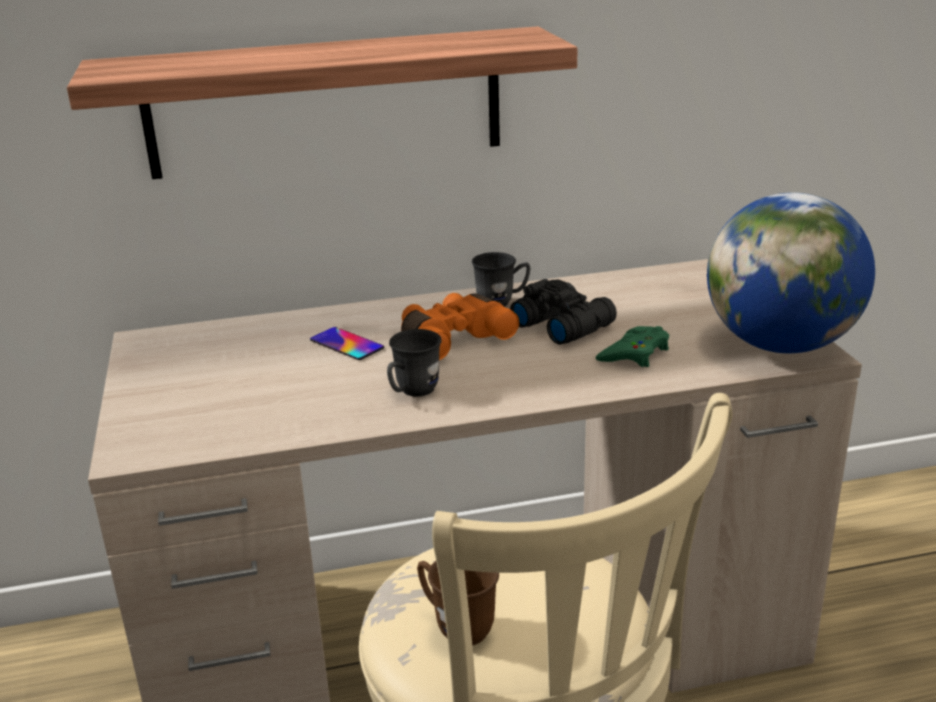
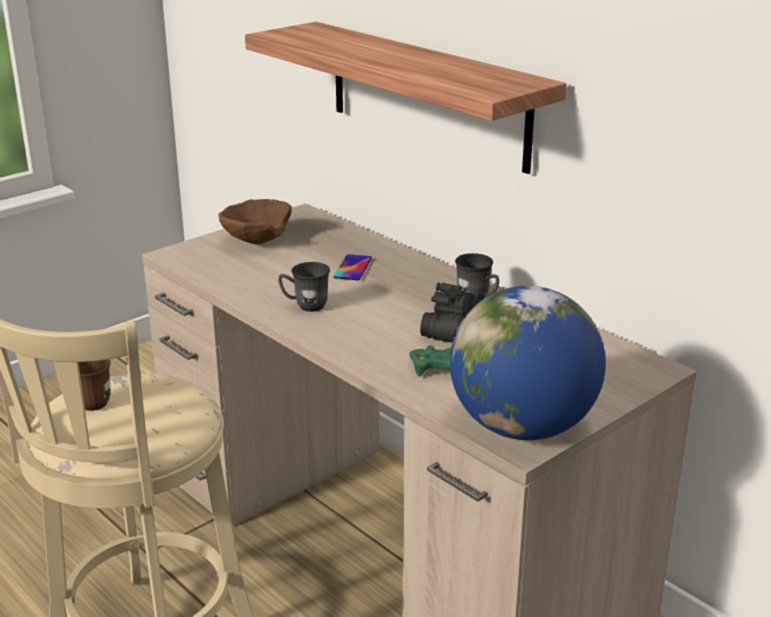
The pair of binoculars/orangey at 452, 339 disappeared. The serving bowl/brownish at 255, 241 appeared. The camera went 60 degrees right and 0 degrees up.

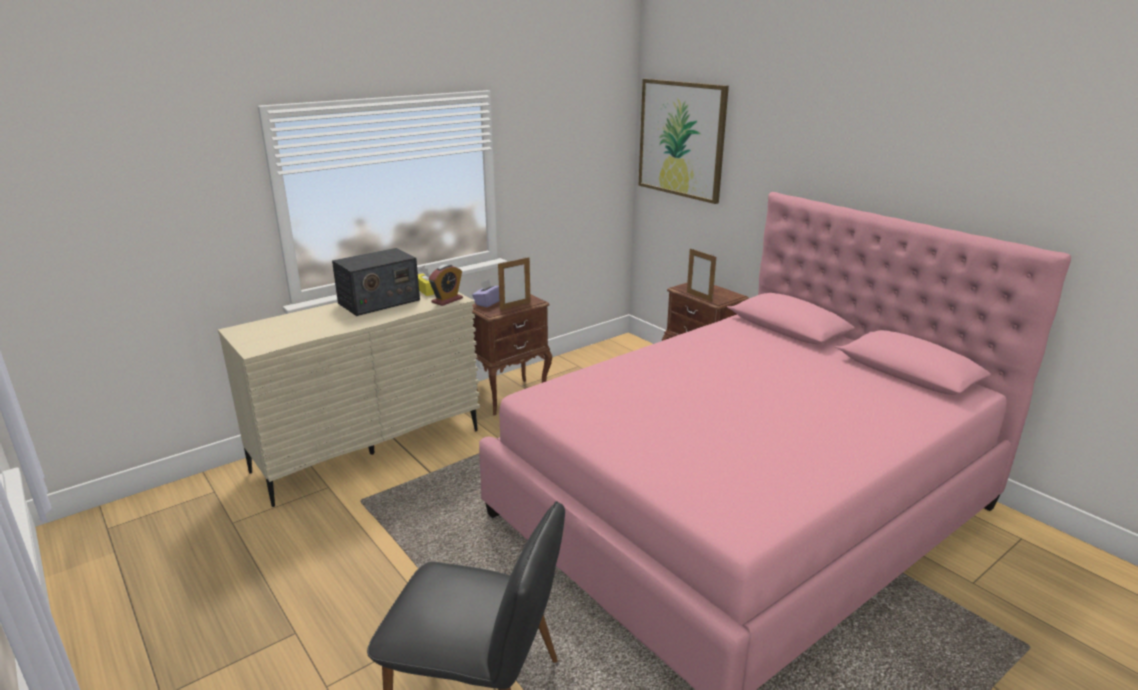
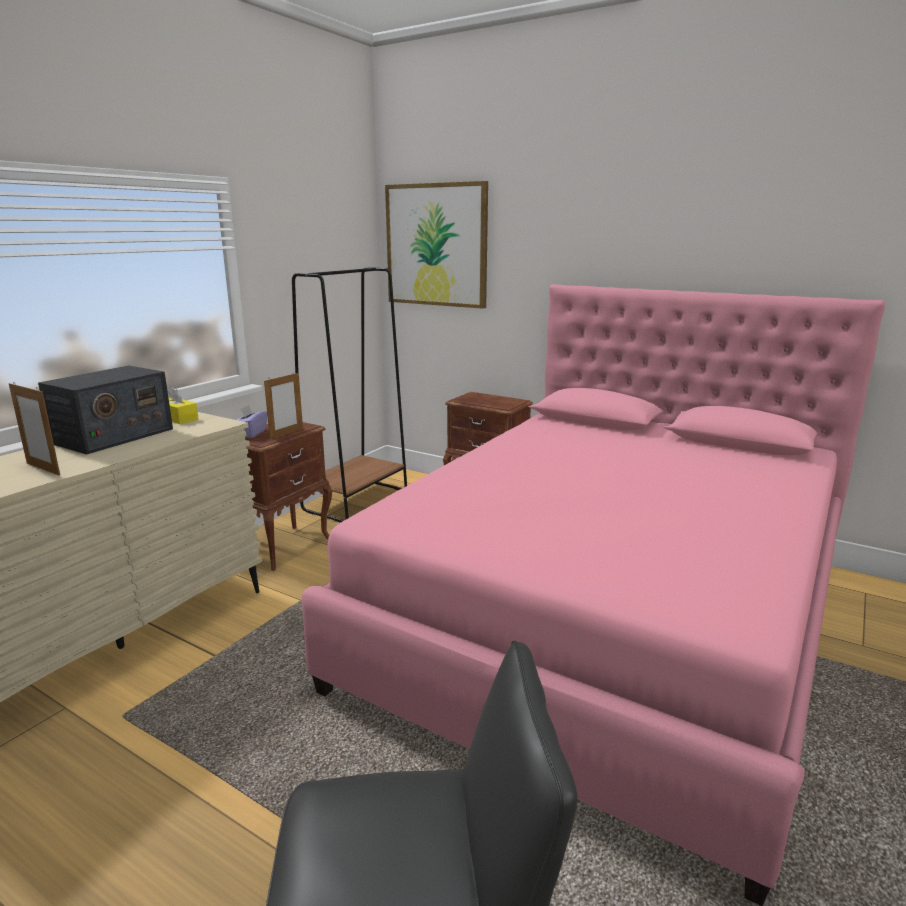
The bedside clock at 447, 300 disappeared. The garment rack at 356, 500 appeared. The picture frame moved from 699, 297 to 43, 469. The camera went 20 degrees left and 5 degrees down.

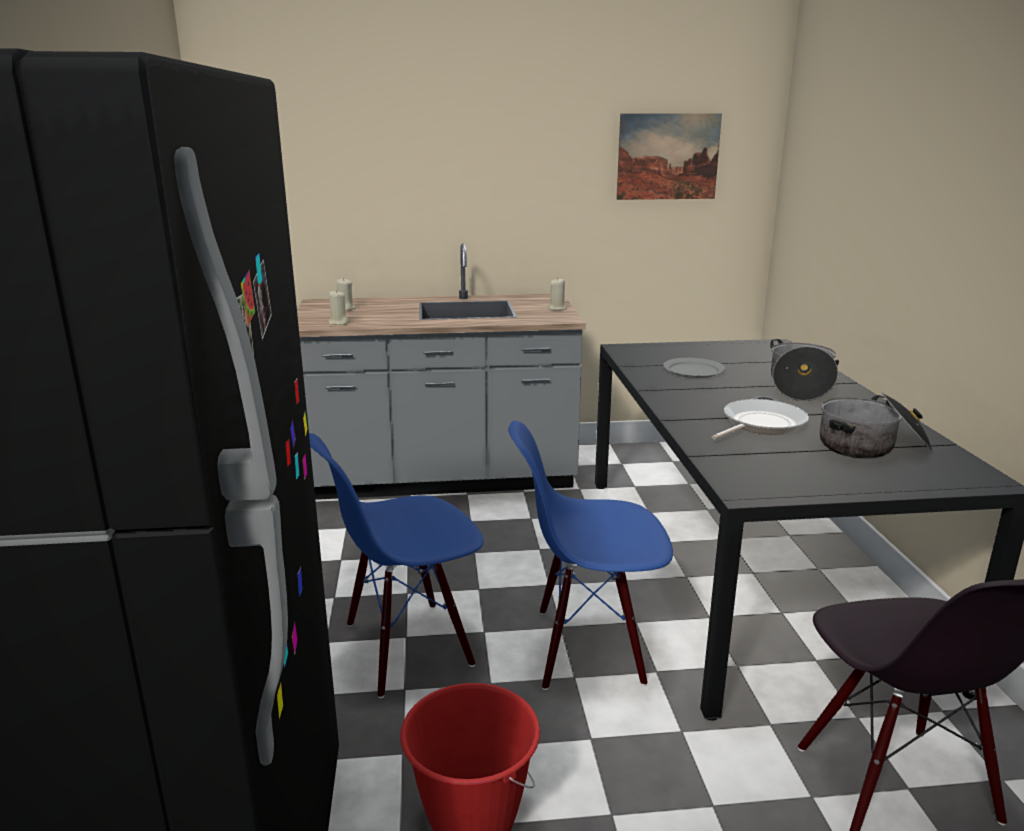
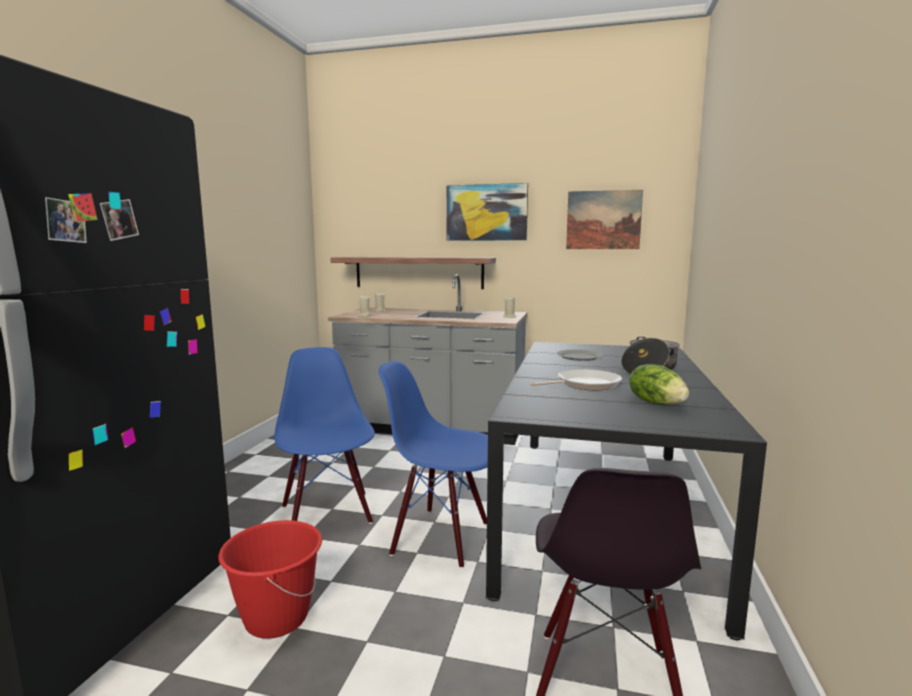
The bracket shelf at 418, 272 appeared. The wall picture at 486, 212 appeared. The saucepot at 872, 446 was replaced by the lettuce head at 657, 403. The plain chair/blue-coloured at 407, 646 turned 75 degrees clockwise. The camera went 20 degrees right and 10 degrees down.

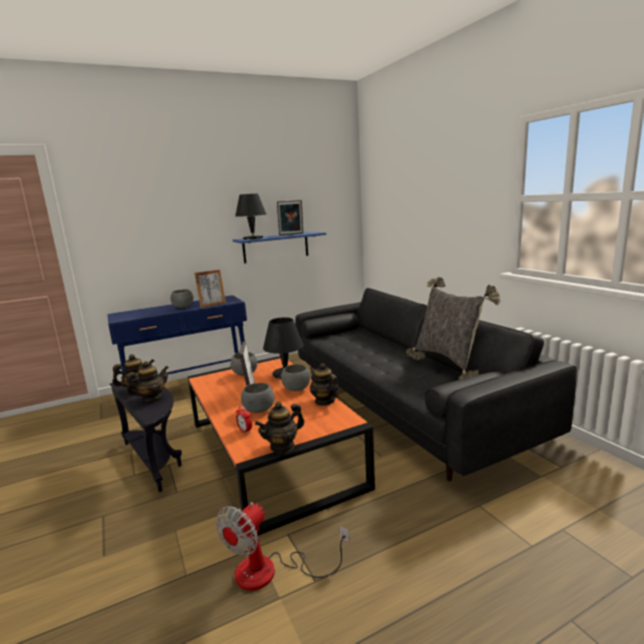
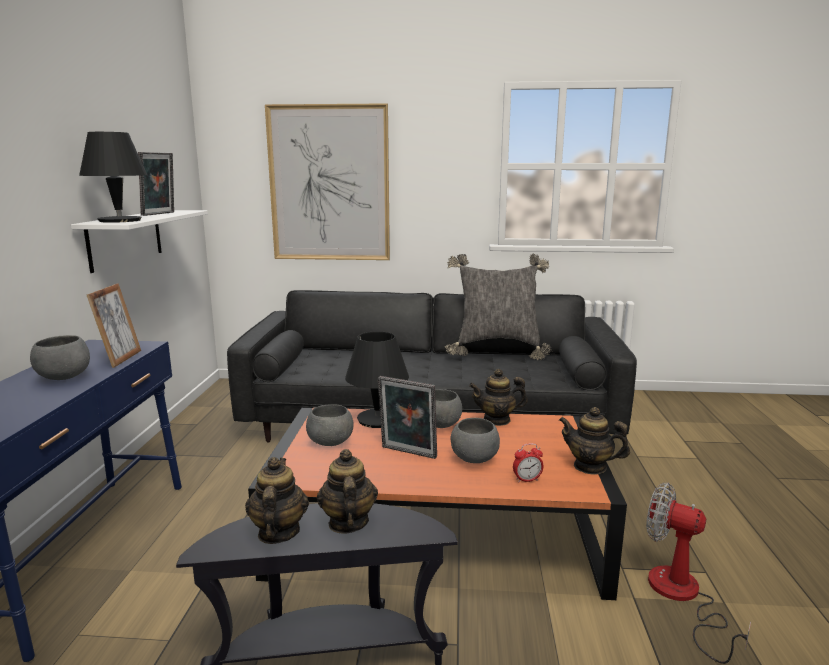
The wall picture at 329, 184 appeared. The bracket shelf/blue-coloured at 276, 247 became the bracket shelf/whitish at 125, 239. The cooling fan at 270, 572 turned 150 degrees clockwise. The tea pot at 282, 446 turned 120 degrees clockwise. The camera went 60 degrees left and 0 degrees up.

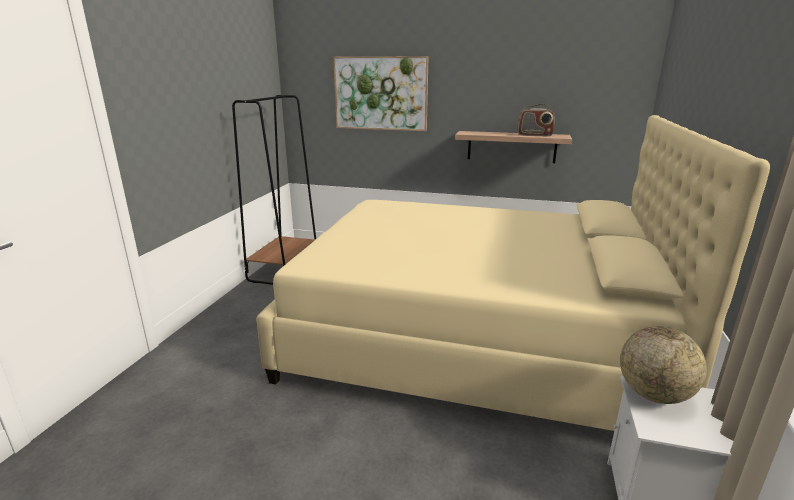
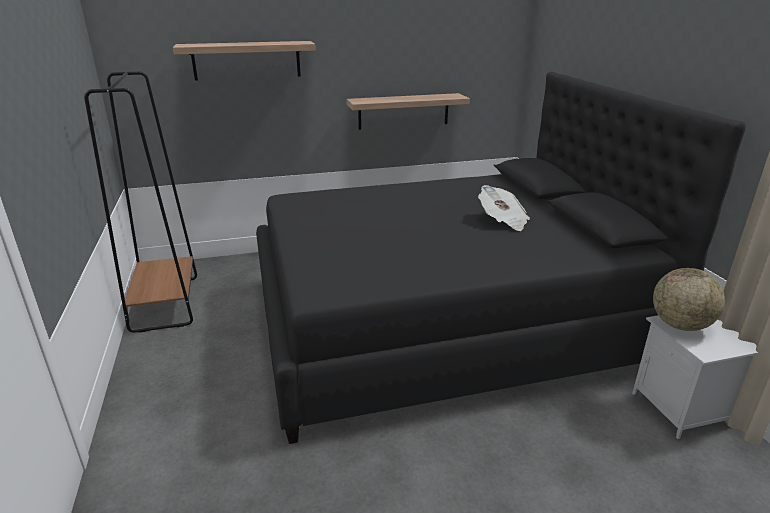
The radio at 534, 135 disappeared. The daily paper at 503, 221 appeared. The wall picture at 381, 93 was replaced by the bracket shelf at 246, 60. The bedroom bed/beige-coloured at 471, 337 became the bedroom bed/blackish at 443, 321. The camera went 30 degrees left and 5 degrees up.

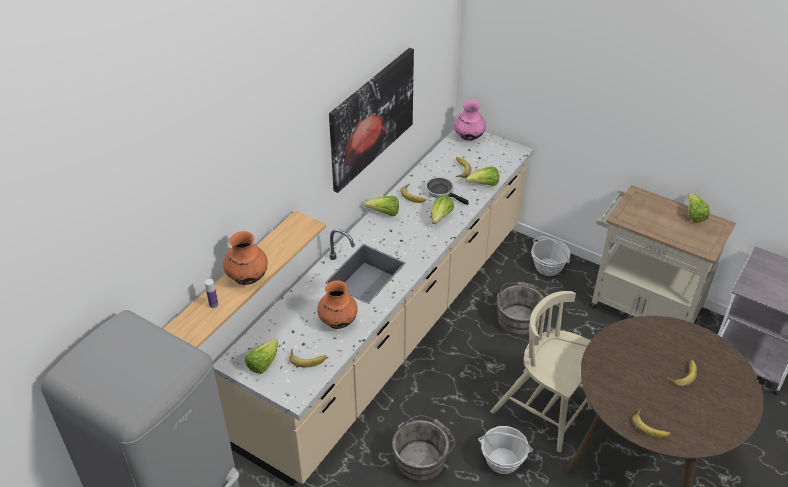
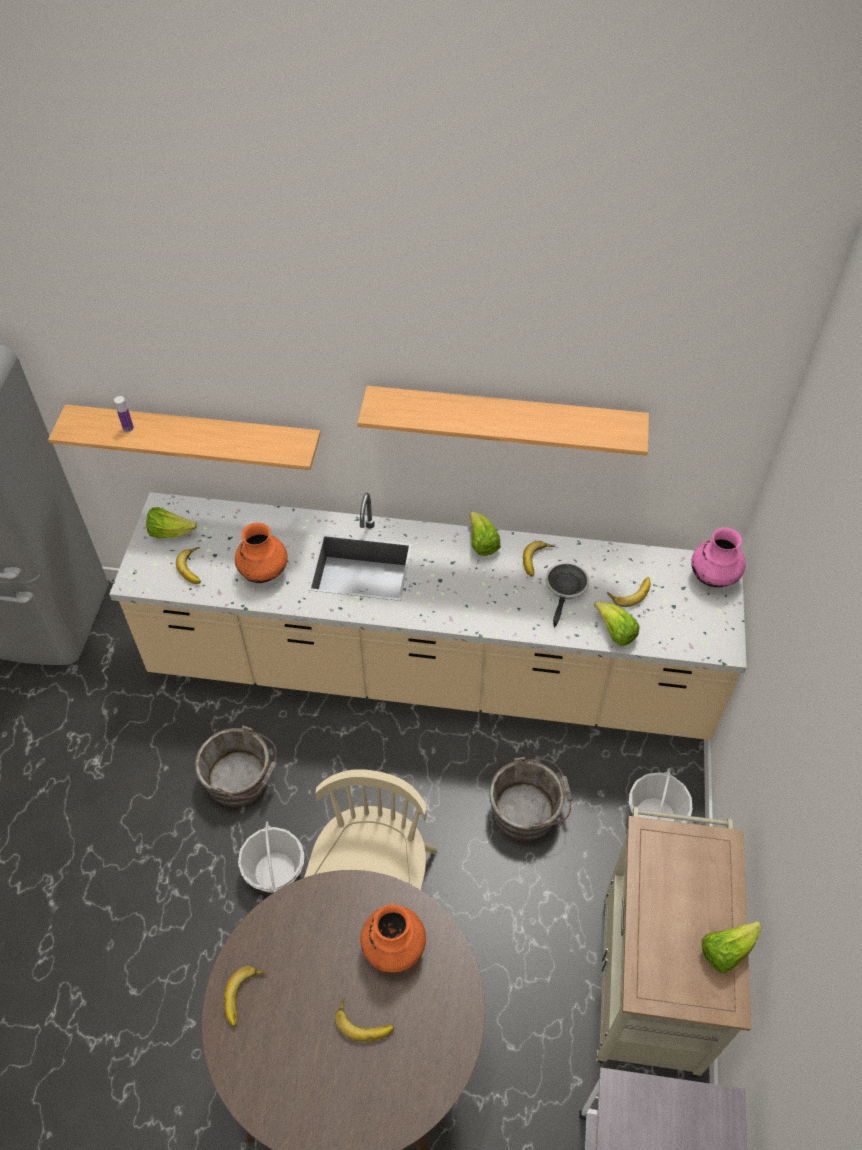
The lettuce head at 440, 217 disappeared. The vase/orangey moved from 247, 278 to 394, 948. The wall picture at 371, 118 was replaced by the bracket shelf at 504, 418. The camera went 65 degrees right and 10 degrees up.

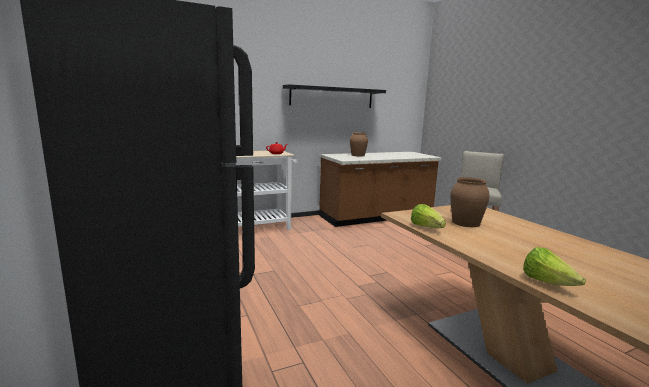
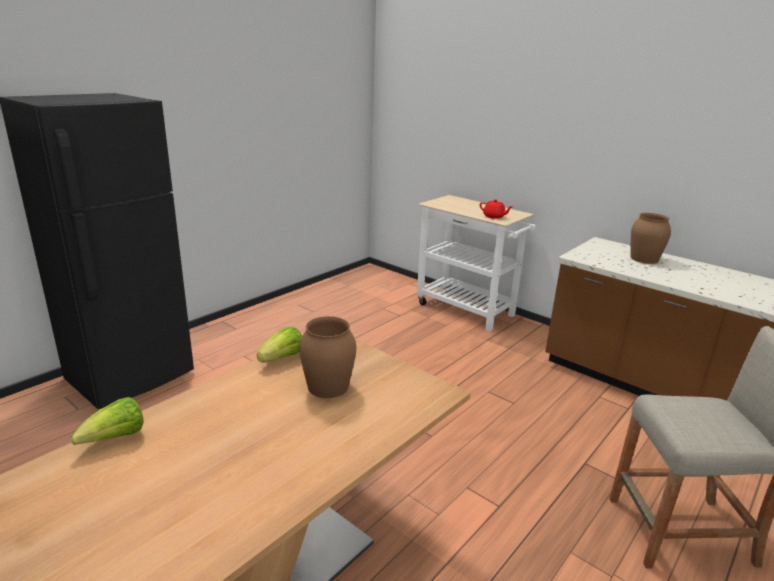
The bracket shelf/blackish at 332, 97 disappeared. The camera went 65 degrees right and 10 degrees up.

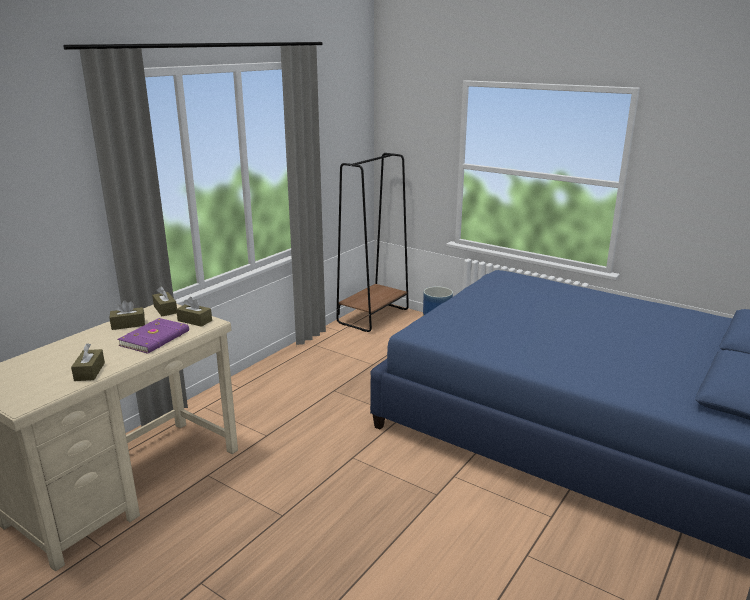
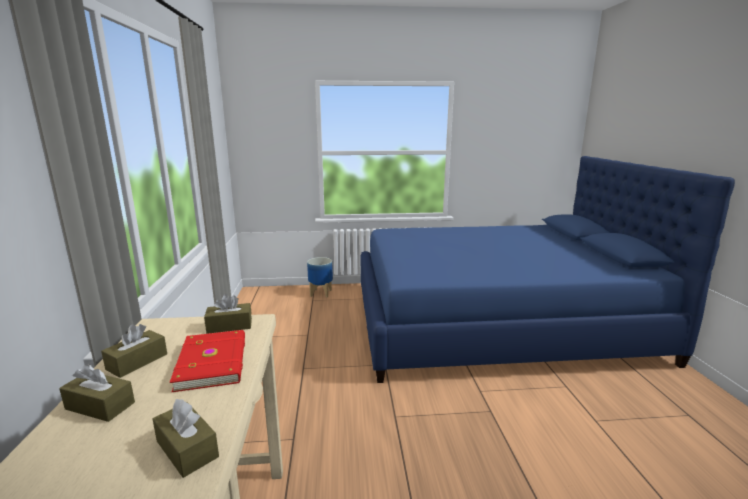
The garment rack at 373, 316 disappeared. The tissue holder/brownish moved from 165, 309 to 100, 406. The volume/purplish at 156, 338 became the volume/red at 214, 362. The camera went 40 degrees left and 5 degrees down.

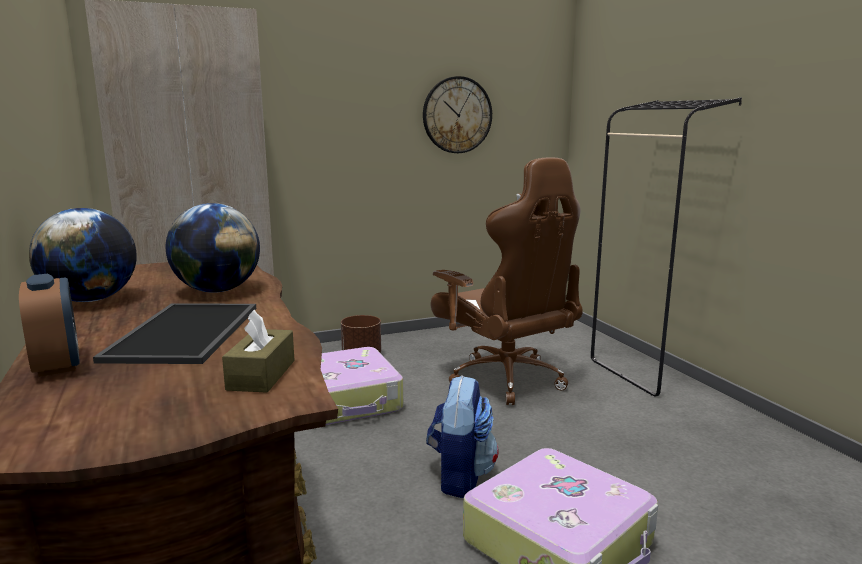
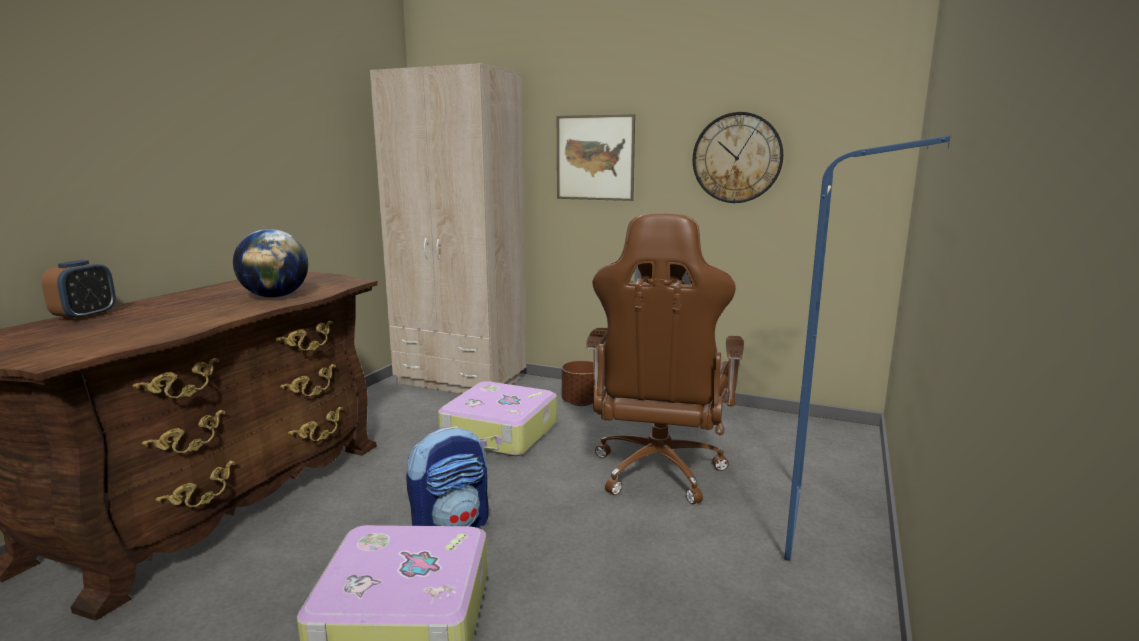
The globe at 91, 300 disappeared. The carrying tray at 187, 333 disappeared. The tissue holder/brownish at 261, 375 disappeared. The wall picture at 595, 158 appeared. The garment rack/blackish at 645, 373 became the garment rack/blue-coloured at 833, 532. The camera went 45 degrees right and 0 degrees up.

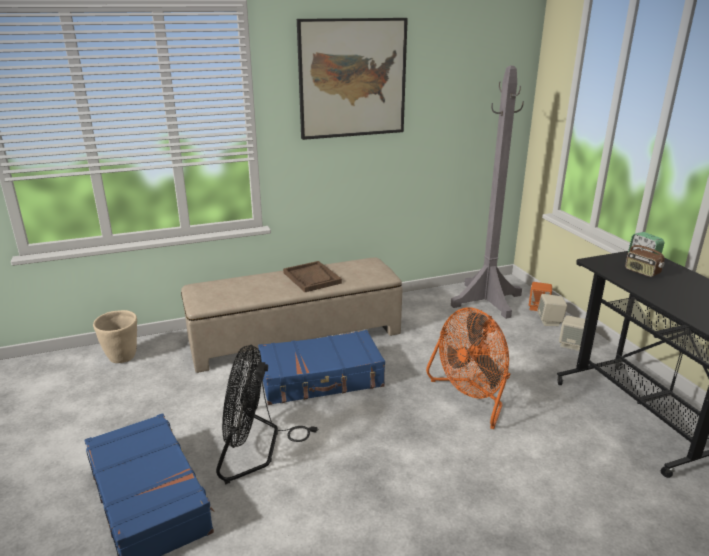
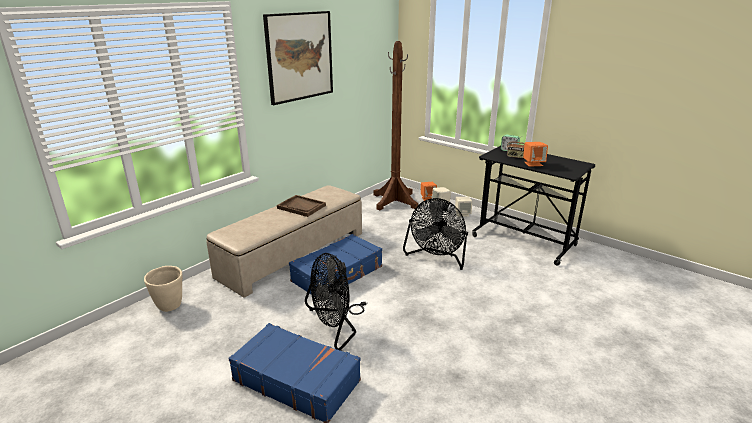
The speaker/orangey at 533, 164 appeared. The cooling fan/orangey at 472, 395 became the cooling fan/blackish at 435, 256. The garment rack/greyish at 486, 300 became the garment rack/brownish at 395, 201. The camera went 30 degrees left and 0 degrees up.

